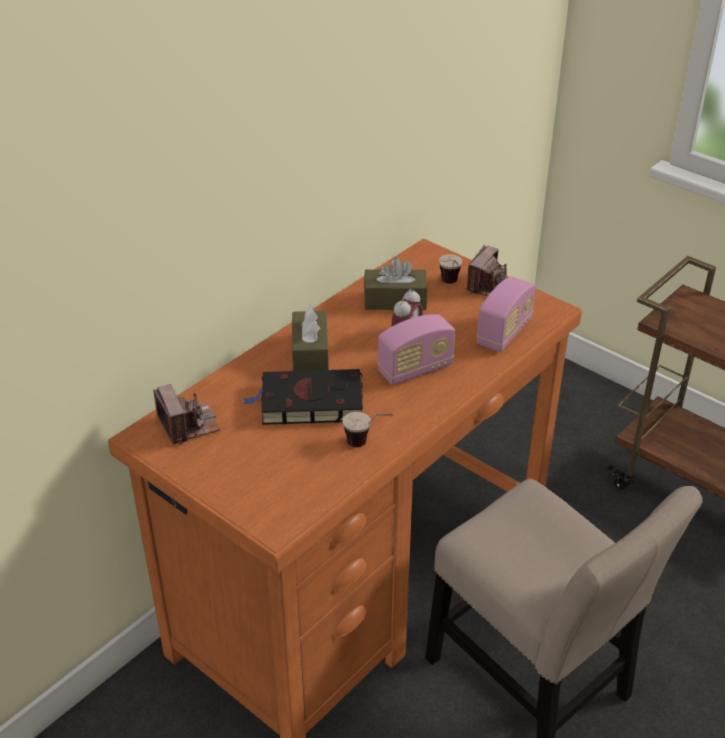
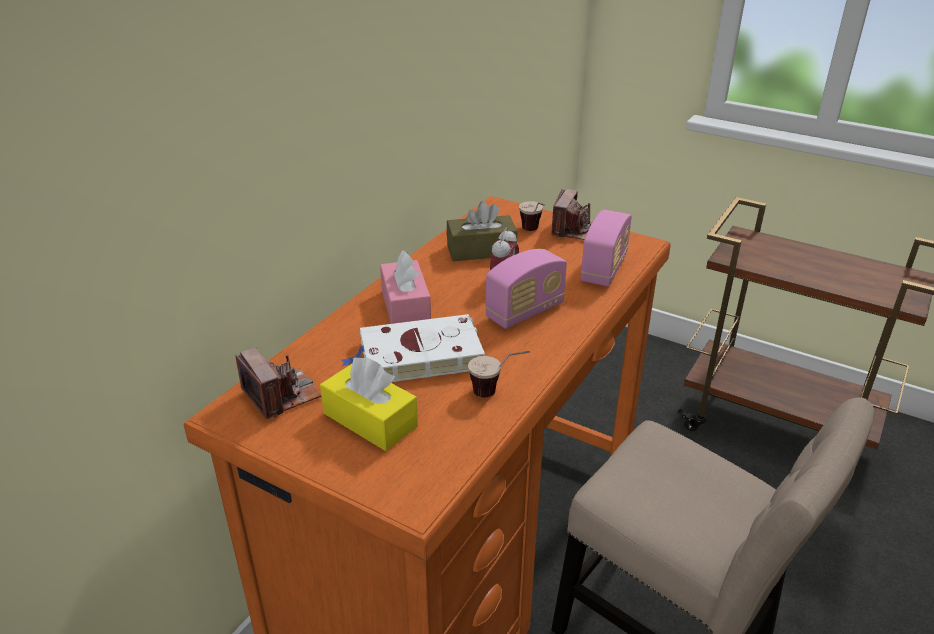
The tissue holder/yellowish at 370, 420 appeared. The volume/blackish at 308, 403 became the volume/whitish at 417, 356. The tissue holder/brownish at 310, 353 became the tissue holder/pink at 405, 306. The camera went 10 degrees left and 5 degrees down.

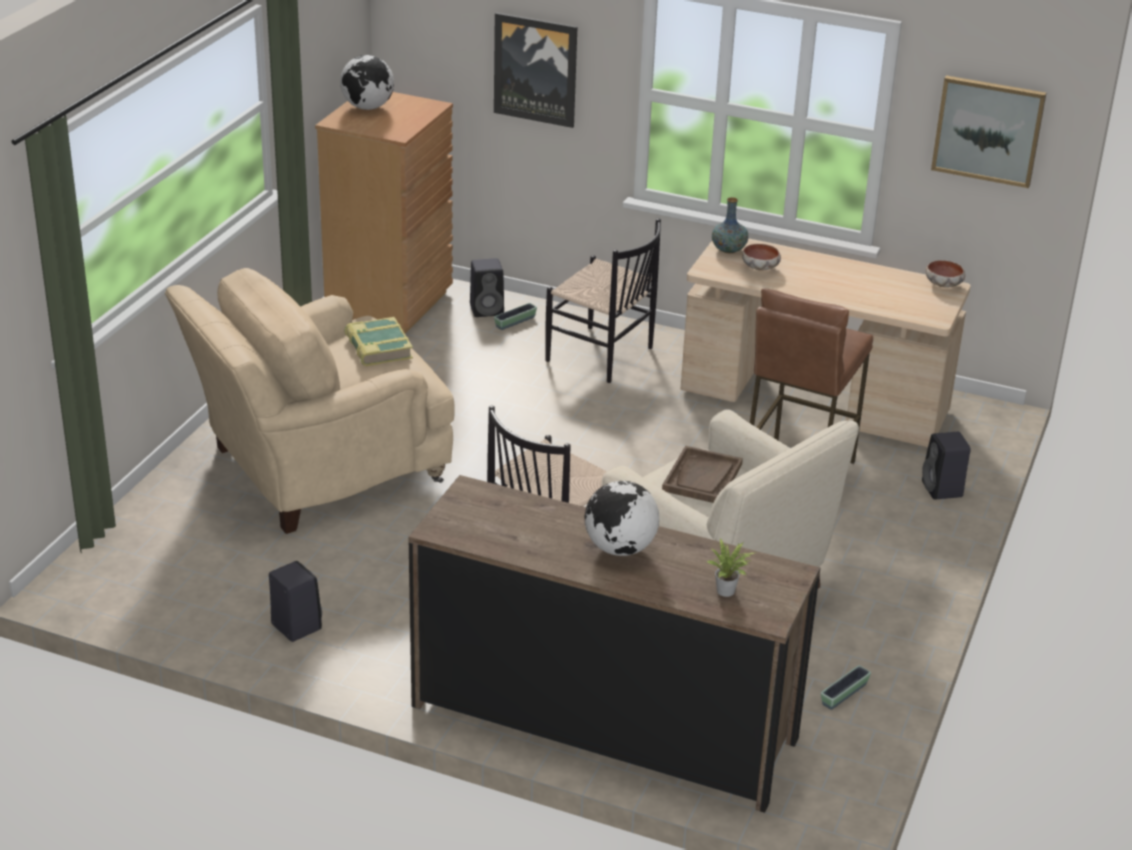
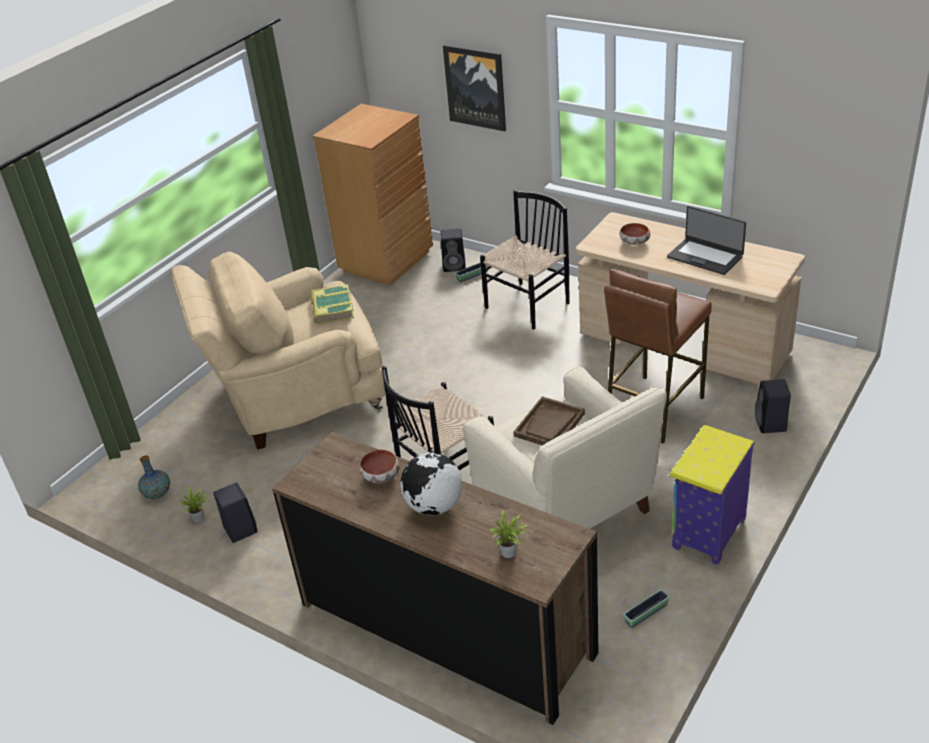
The globe at 367, 107 disappeared. The wall picture at 988, 130 disappeared. The potted plant at 200, 518 appeared. The portable computer at 705, 256 appeared. The night table at 706, 534 appeared. The vase moved from 728, 250 to 157, 493. The serving bowl moved from 944, 285 to 381, 476. The plain chair/blackish at 603, 356 turned 90 degrees counterclockwise. The camera went 15 degrees right and 5 degrees up.

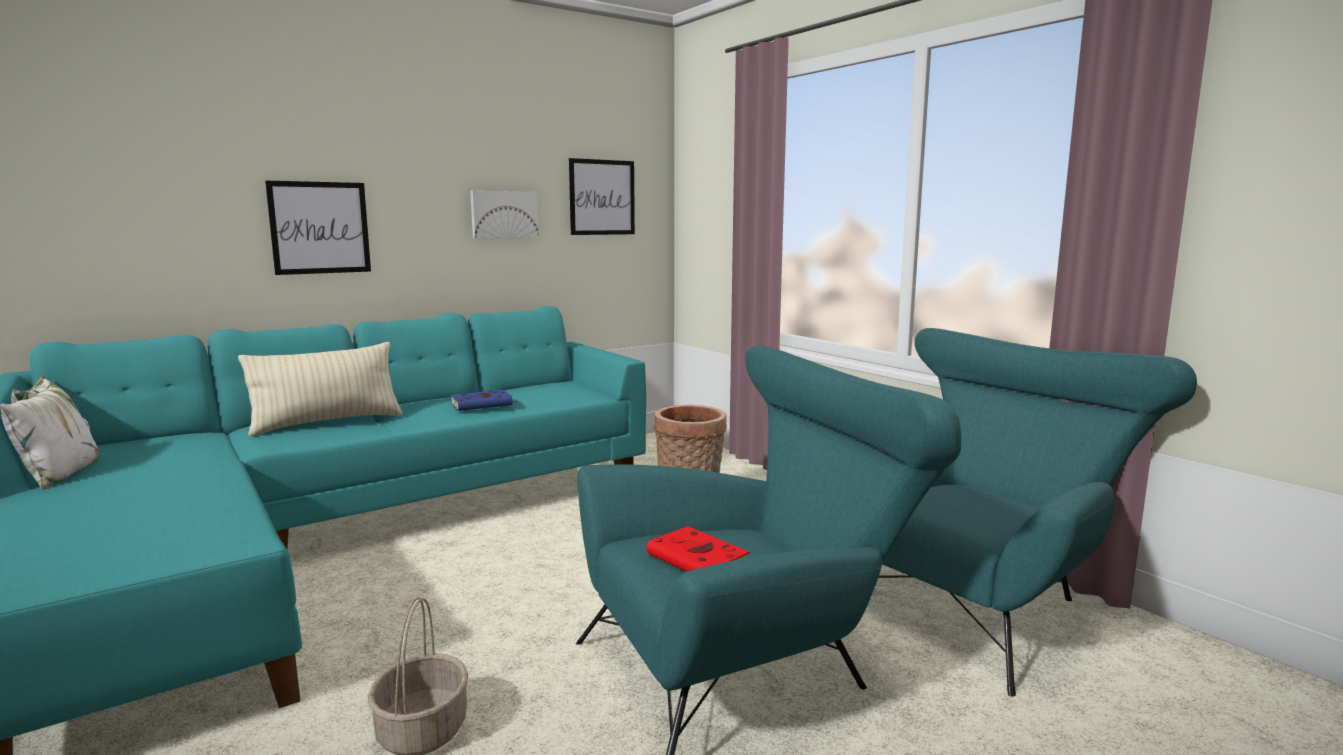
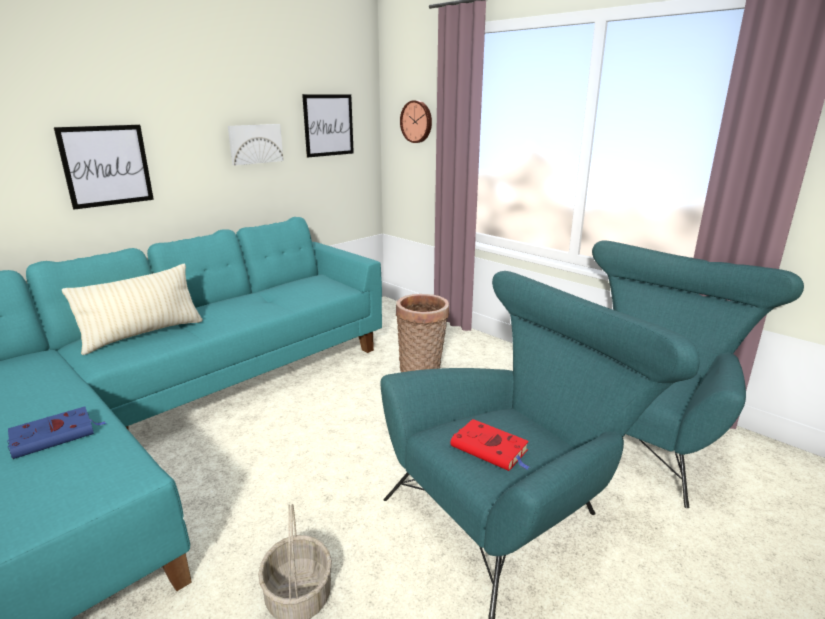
The clock on the wall at 417, 121 appeared. The volume/blue-coloured moved from 483, 404 to 55, 435. The camera went 10 degrees left and 10 degrees up.

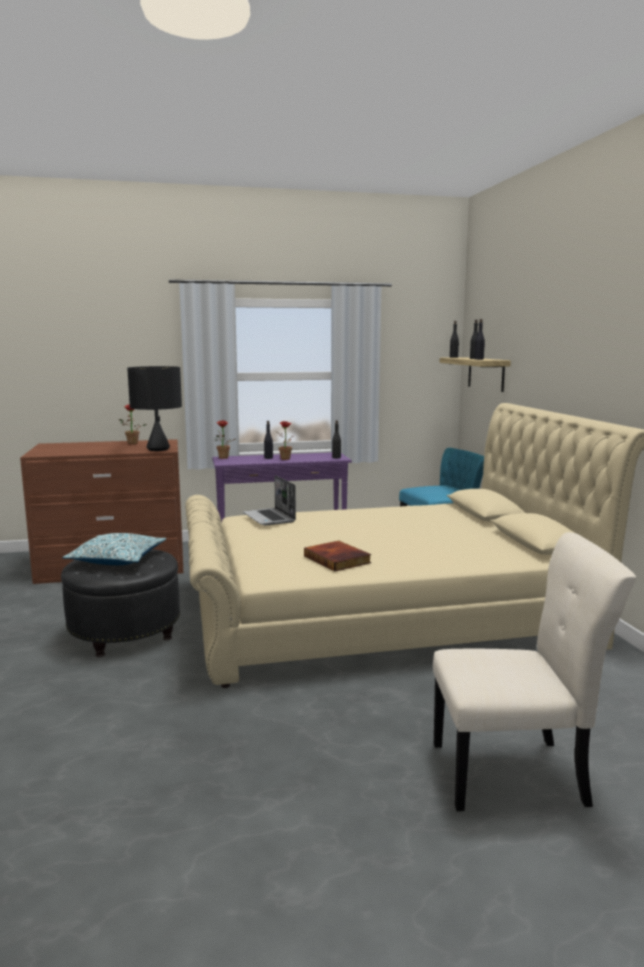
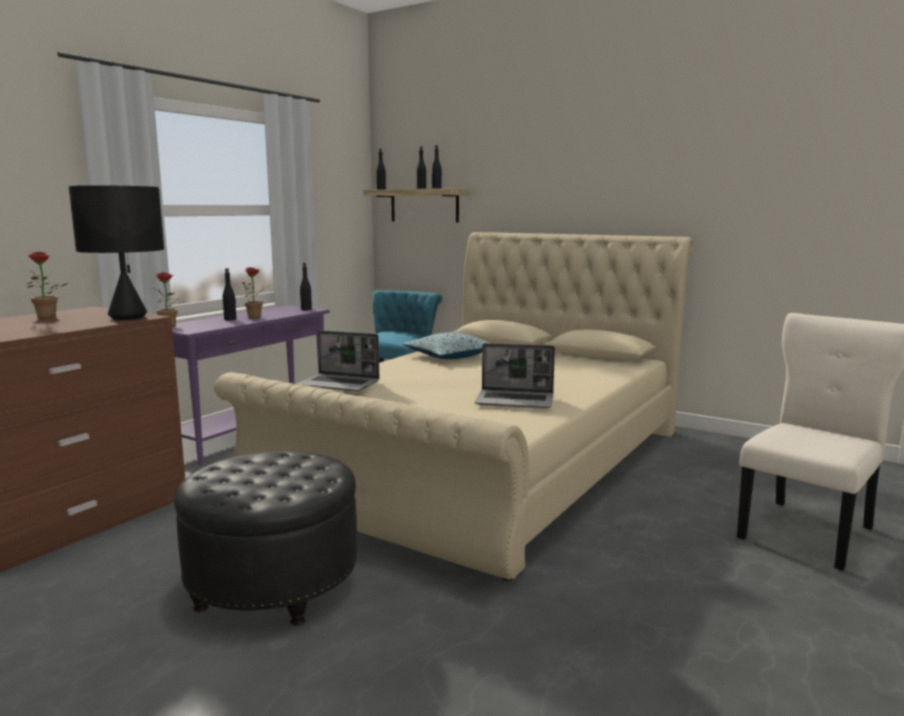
The pillow moved from 117, 559 to 449, 356. The volume at 338, 559 was replaced by the portable computer at 516, 401. The camera went 45 degrees left and 0 degrees up.

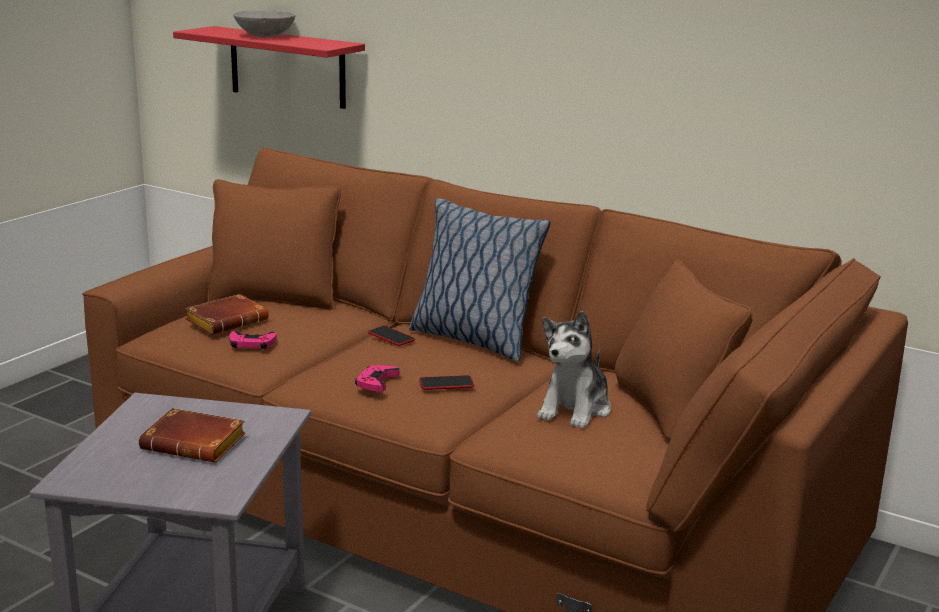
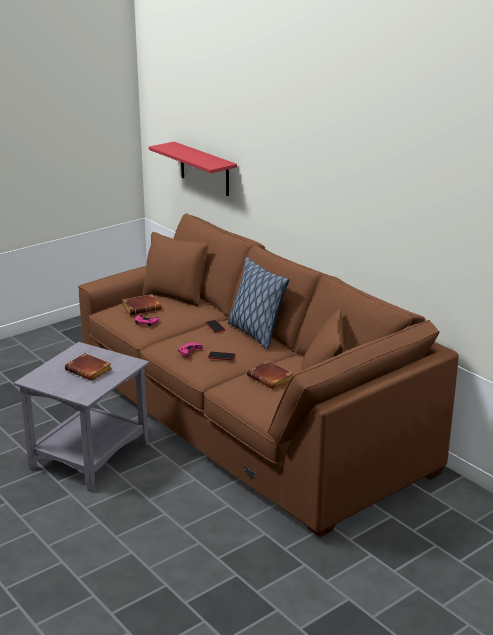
The serving bowl/greyish at 265, 36 disappeared. The plush toy at 575, 409 was replaced by the volume/brownish at 272, 379. The camera went 20 degrees right and 5 degrees up.

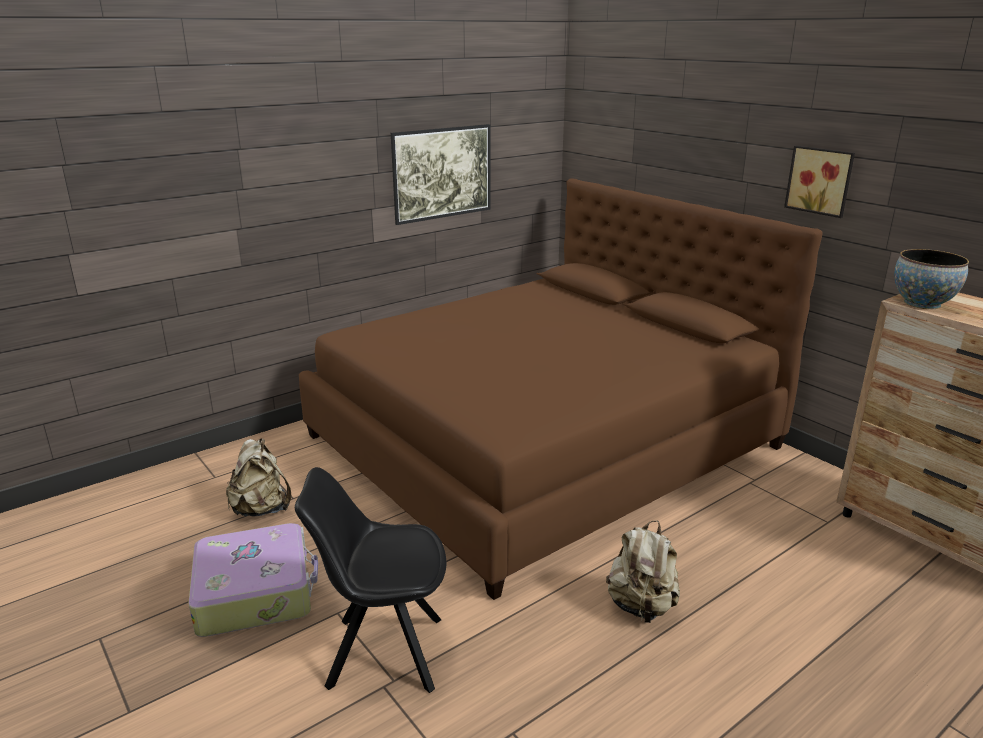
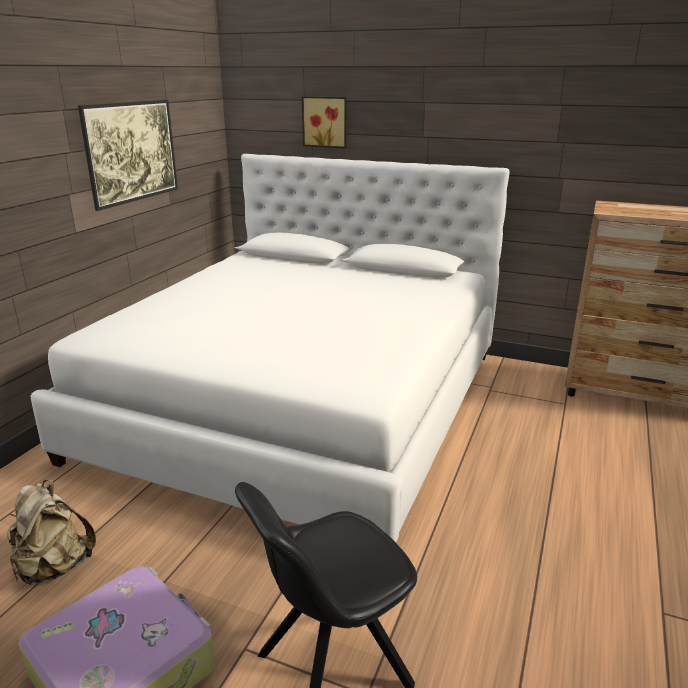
The knapsack/beige-coloured at 641, 606 disappeared. The serving bowl at 922, 304 disappeared. The wall picture moved from 820, 180 to 325, 122. The bedroom bed/brownish at 542, 441 became the bedroom bed/whitish at 303, 402. The camera went 30 degrees left and 0 degrees up.

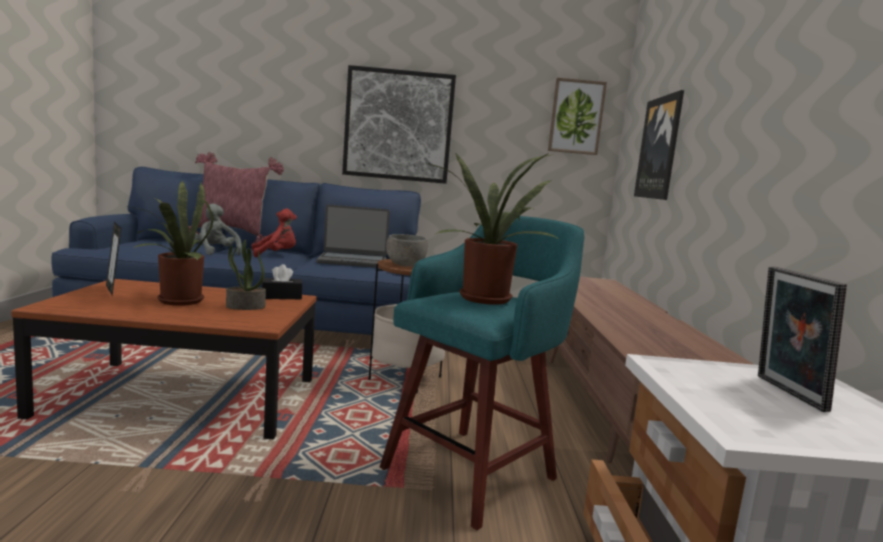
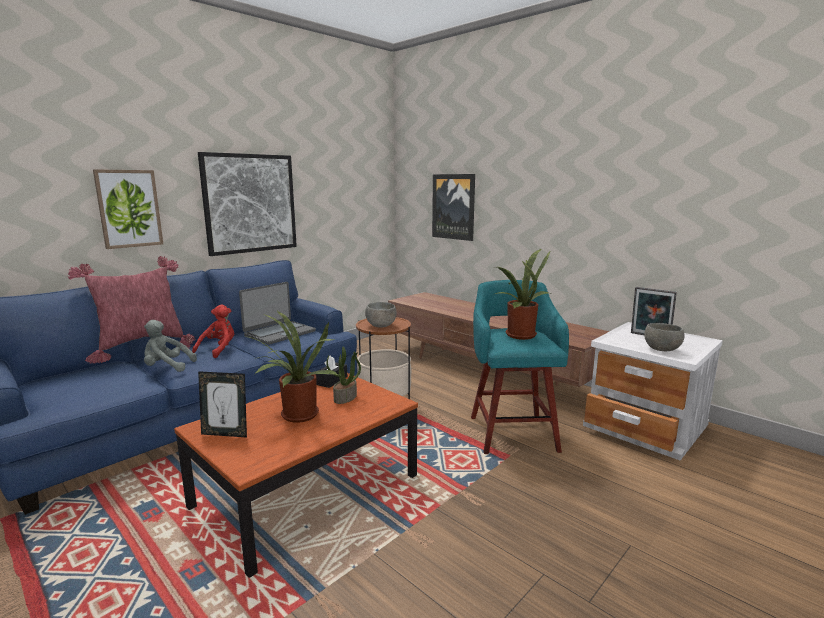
The serving bowl/greyish at 662, 350 appeared. The wall picture moved from 576, 117 to 129, 208. The camera went 45 degrees left and 5 degrees up.

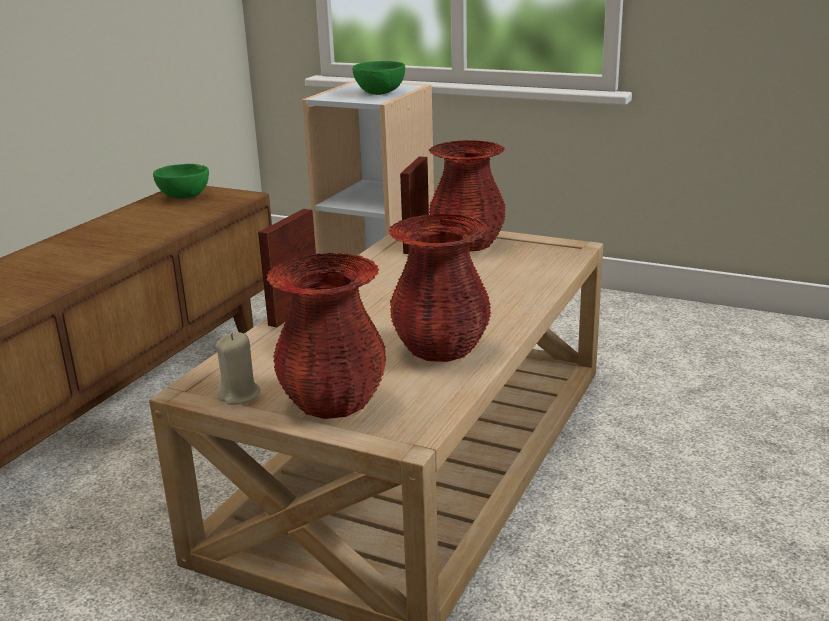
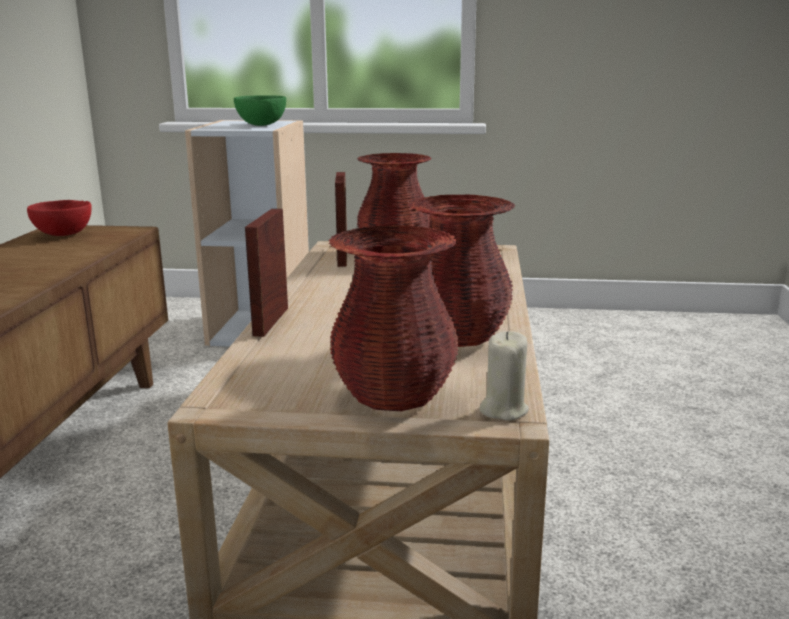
The candle/beige-coloured moved from 239, 395 to 503, 410. The serving bowl/green-coloured at 185, 197 became the serving bowl/red at 64, 235. The camera went 20 degrees left and 5 degrees down.

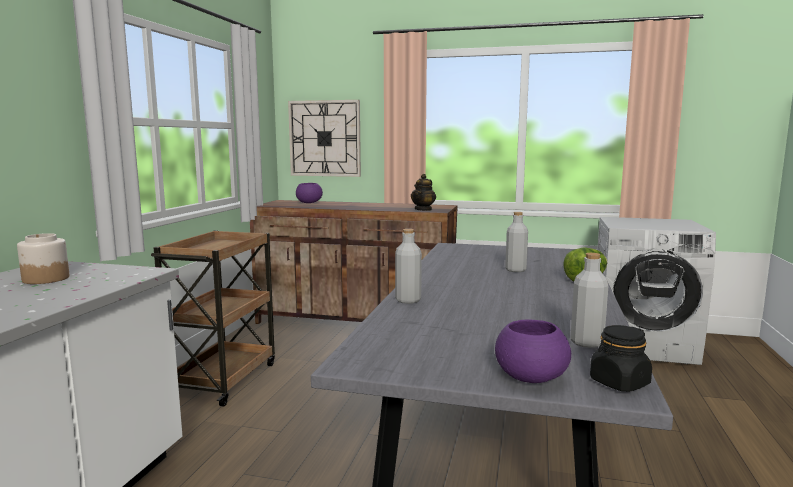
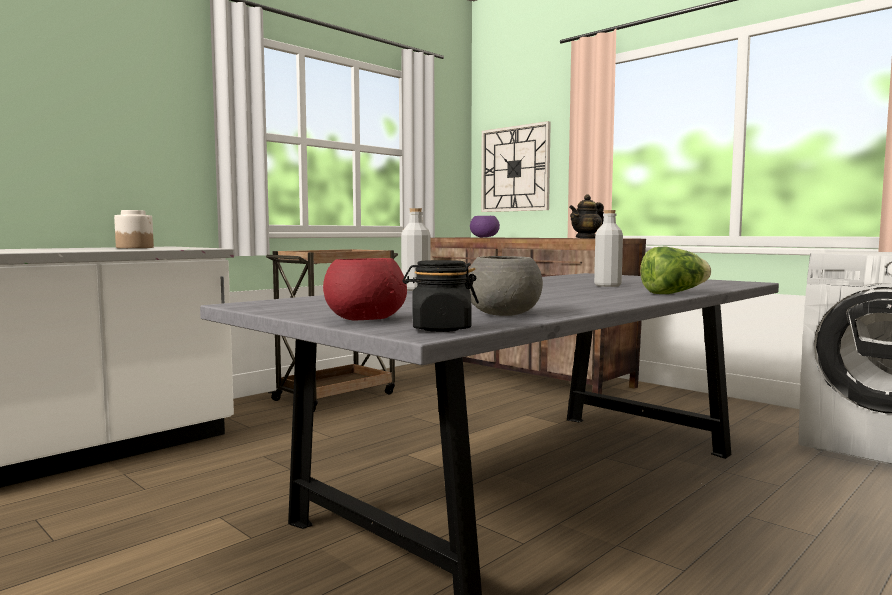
The bottle/greyish at 586, 342 was replaced by the serving bowl/greyish at 504, 314. The serving bowl/purplish at 529, 377 became the serving bowl/red at 364, 319. The camera went 30 degrees right and 5 degrees down.

